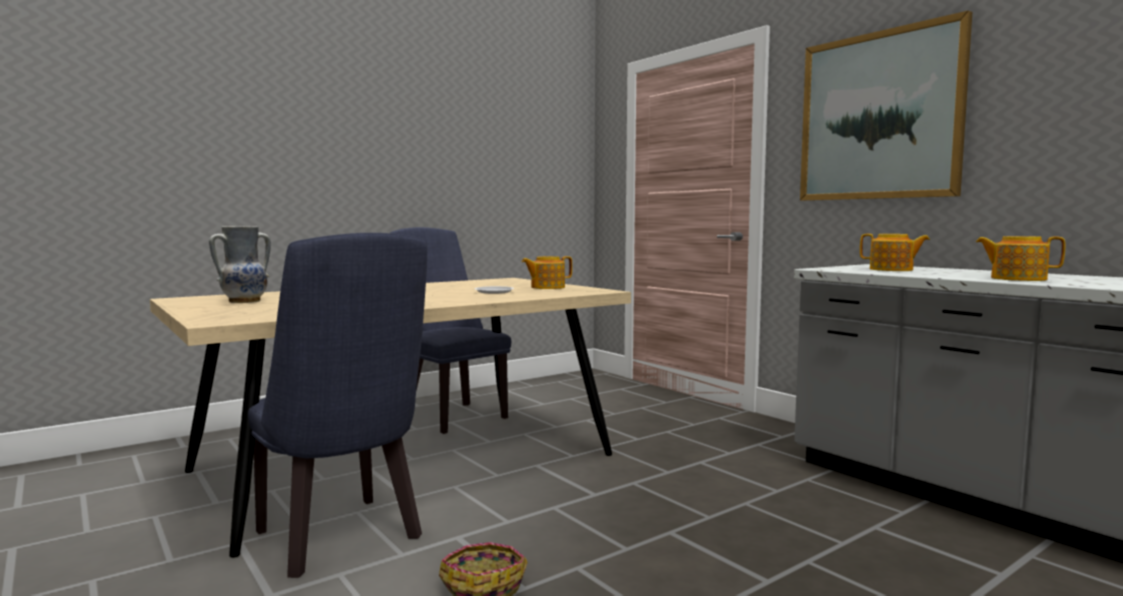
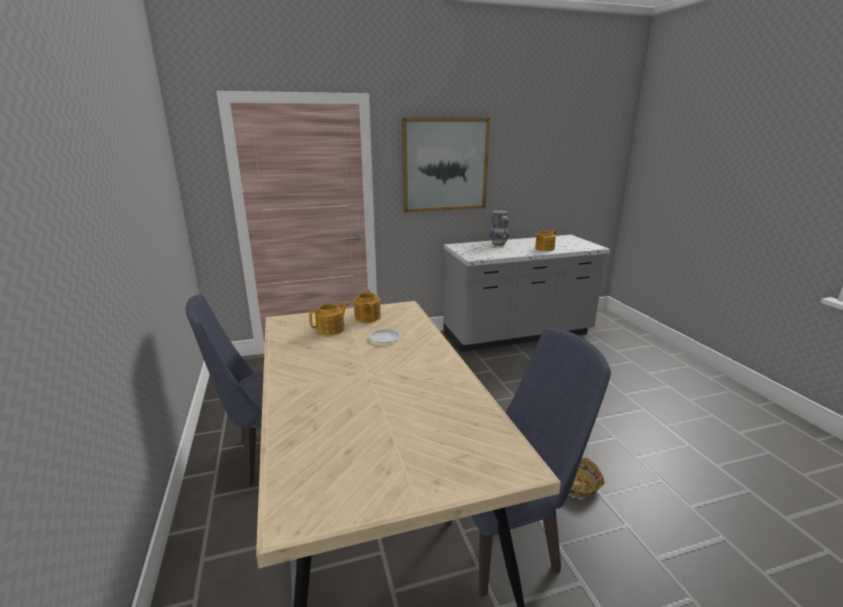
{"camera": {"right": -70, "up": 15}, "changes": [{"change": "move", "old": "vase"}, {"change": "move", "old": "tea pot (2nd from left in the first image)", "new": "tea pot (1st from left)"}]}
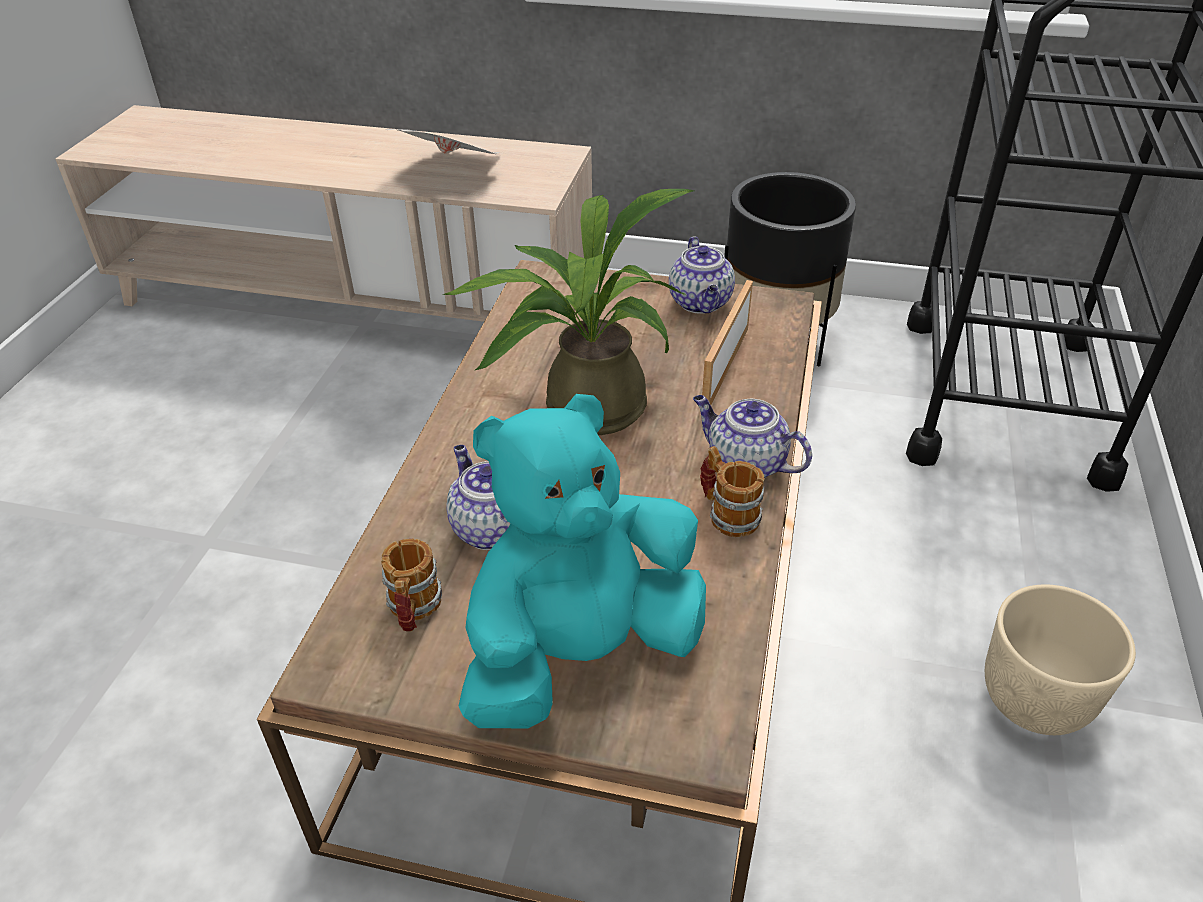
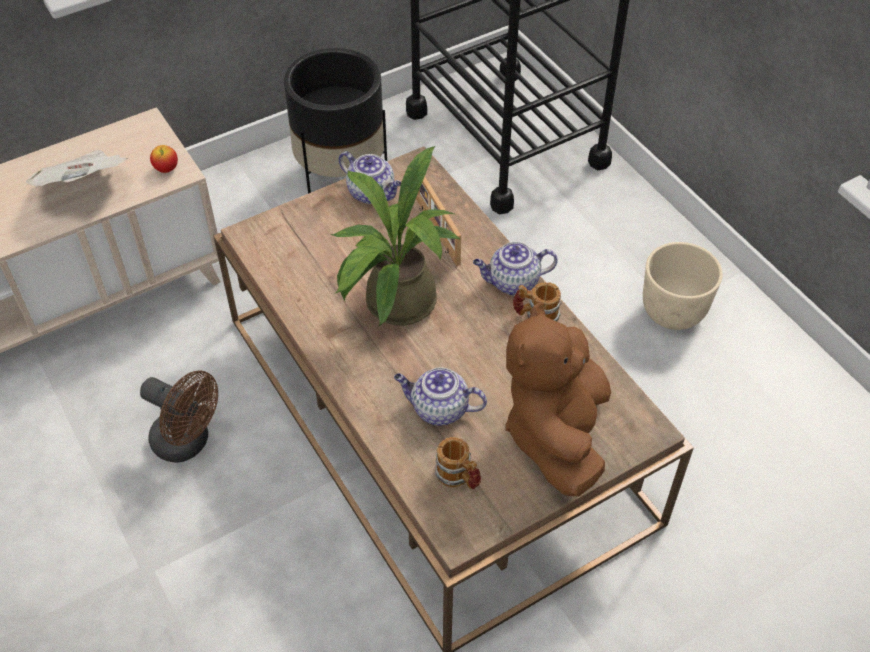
{"camera": {"right": -45, "up": 10}, "changes": [{"change": "insert", "new": "brown-coloured cooling fan"}, {"change": "insert", "new": "apple fruit"}, {"change": "recolor", "old": "turquoise cuddly toy", "new": "brown-coloured cuddly toy"}]}
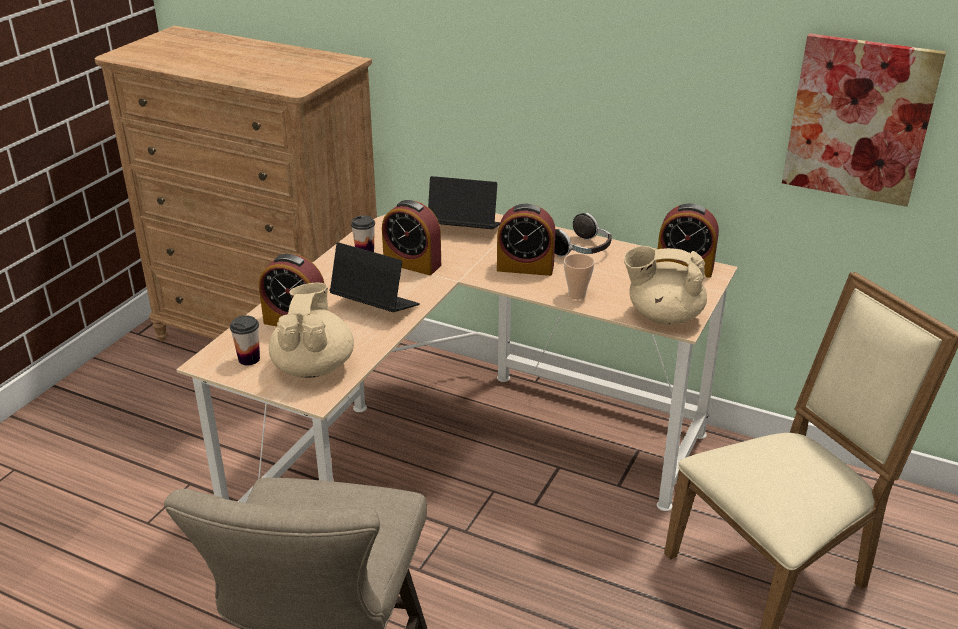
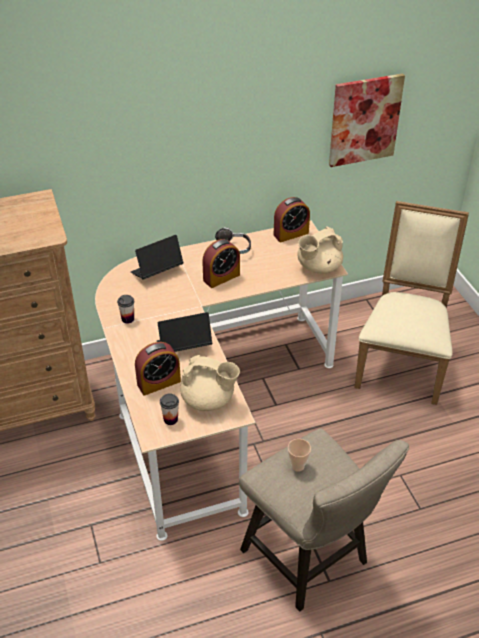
{"camera": {"right": -45, "up": 10}, "changes": [{"change": "delete", "old": "alarm clock (2nd from left)"}, {"change": "move", "old": "small cup (3rd from left)"}, {"change": "rotate", "old": "sand-coloured tea pot (1st from left)", "degrees": 150}]}
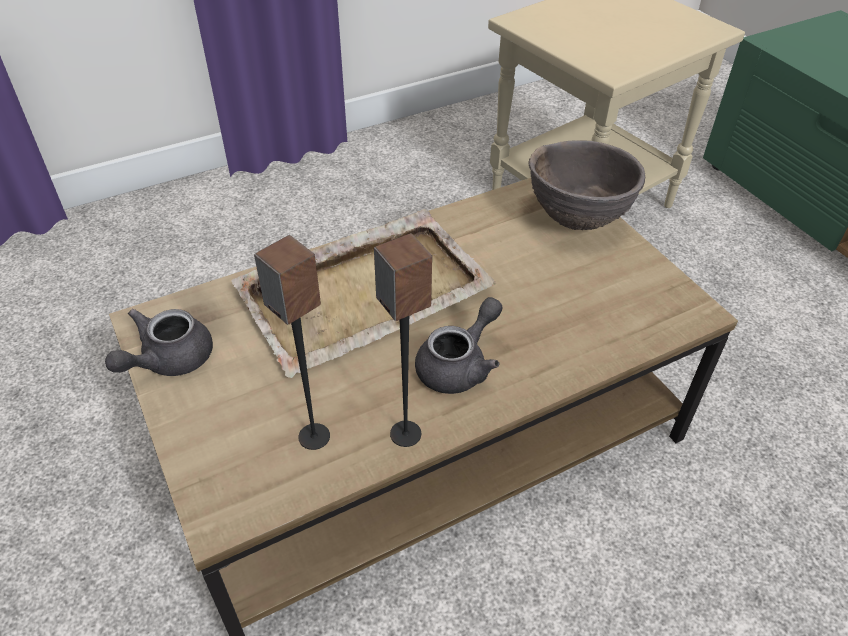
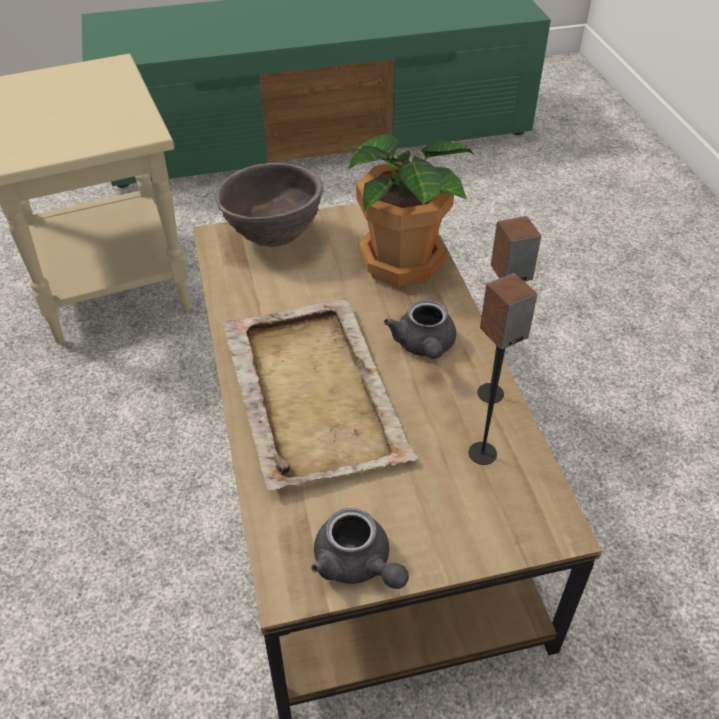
{"camera": {"right": -75, "up": 0}, "changes": [{"change": "insert", "new": "potted plant"}, {"change": "rotate", "old": "greyish tea pot (2nd from left)", "degrees": -150}]}
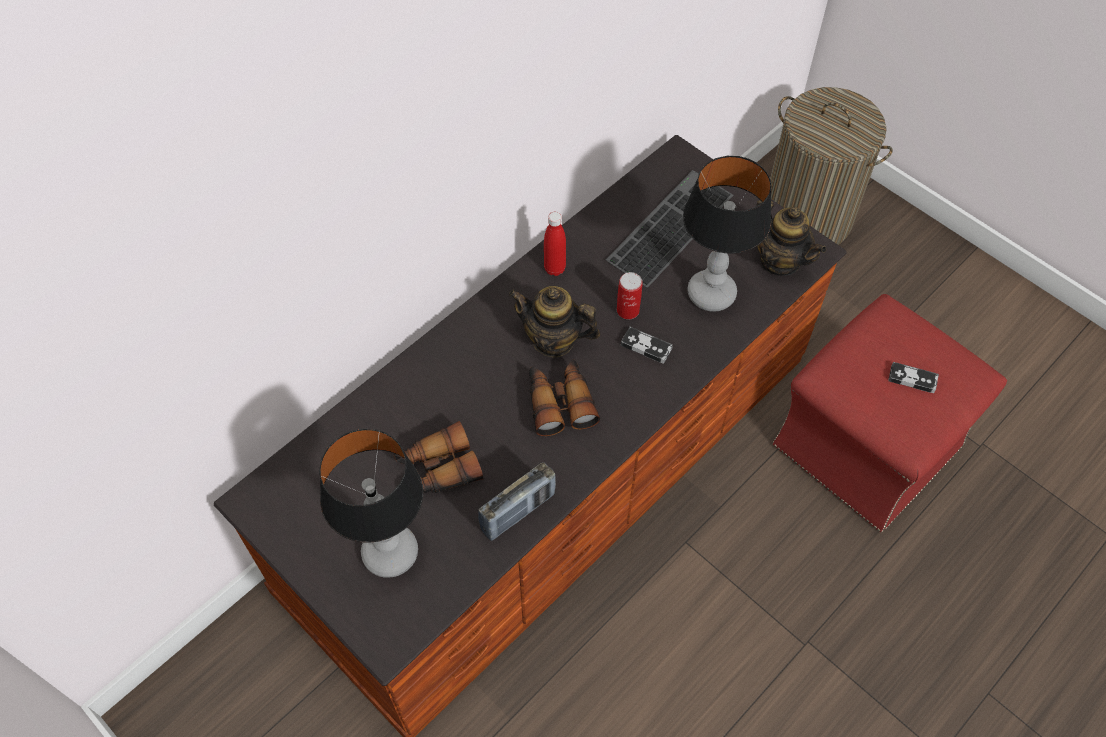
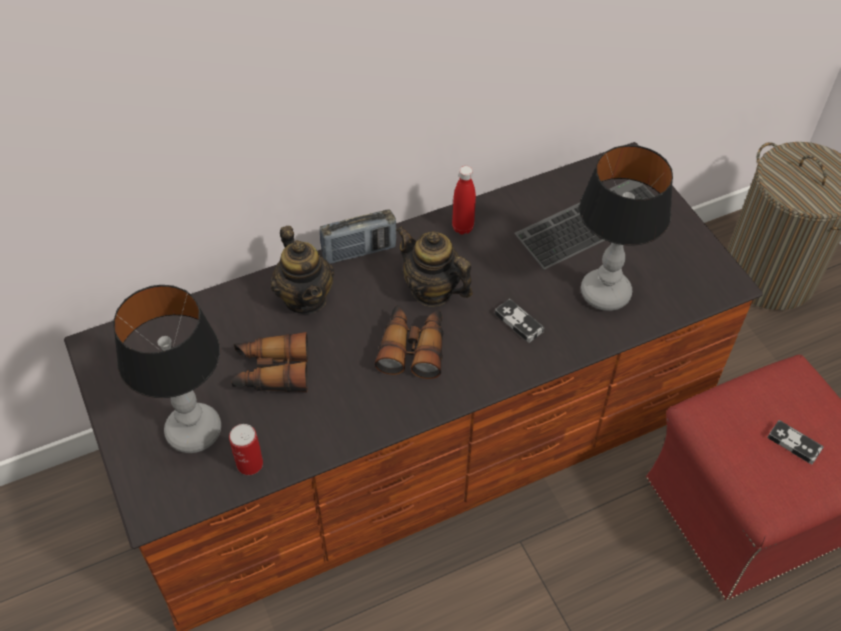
{"camera": {"right": 20, "up": -5}, "changes": [{"change": "move", "old": "radio set"}, {"change": "move", "old": "can"}, {"change": "move", "old": "tea pot (2nd from left in the first image)", "new": "tea pot (1st from left)"}]}
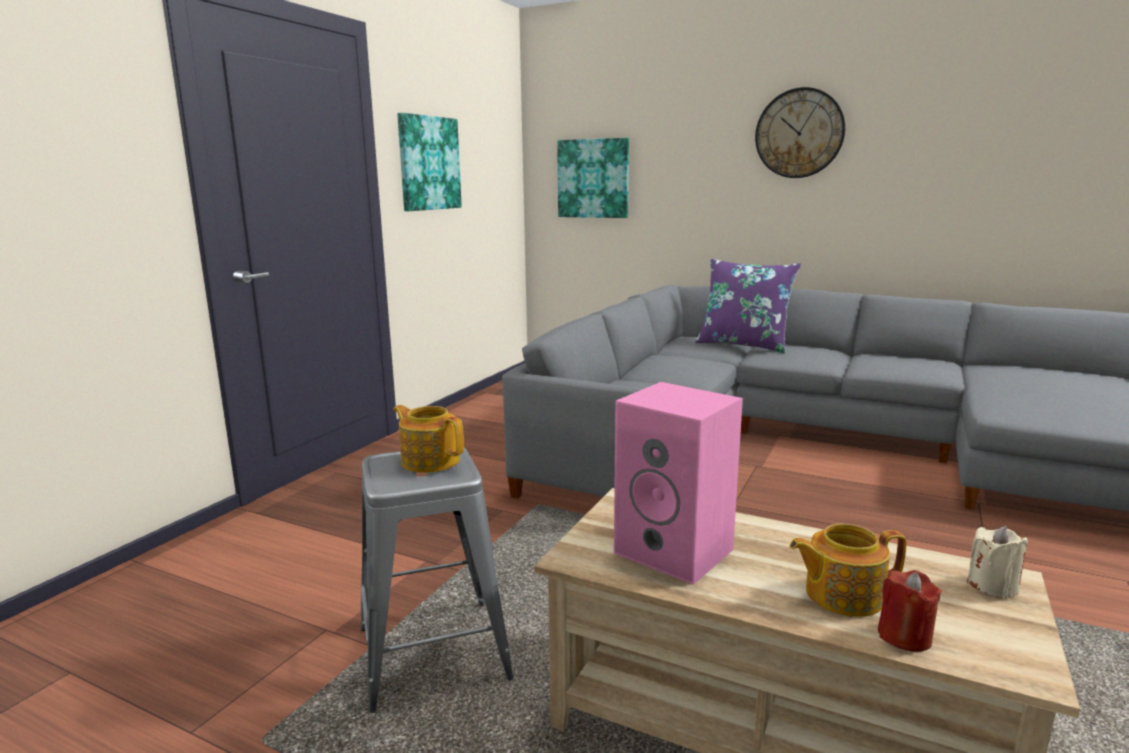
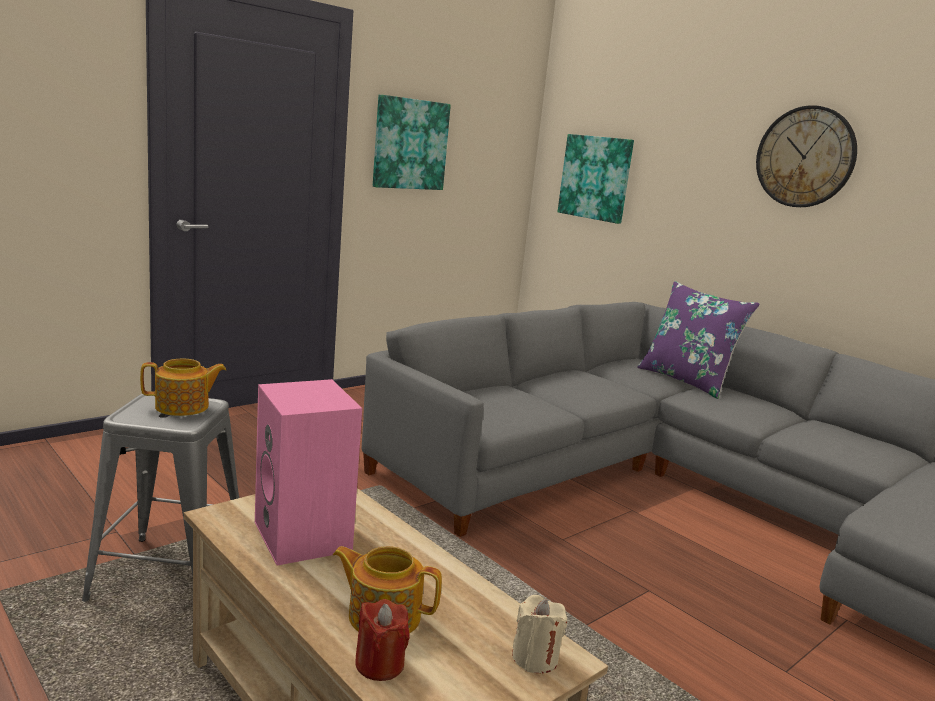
{"camera": {"right": 20, "up": 0}, "changes": [{"change": "rotate", "old": "tea pot (1st from left)", "degrees": 105}]}
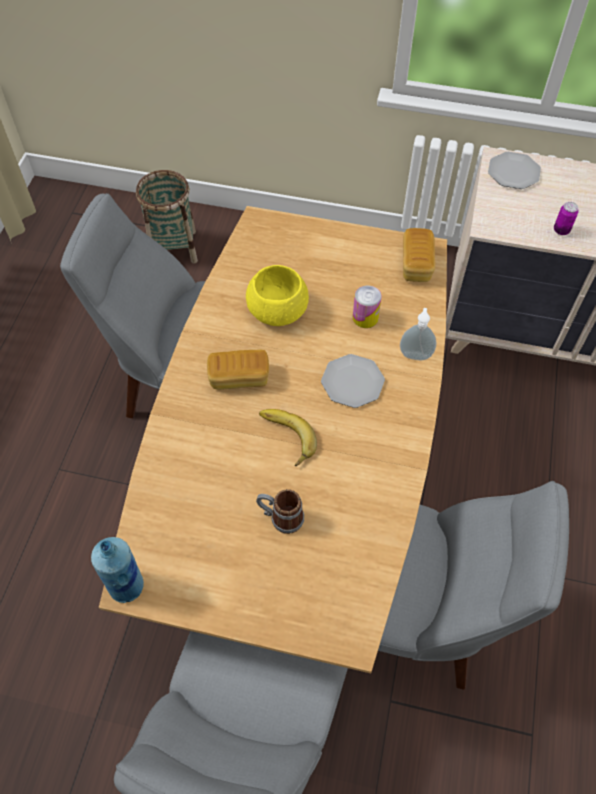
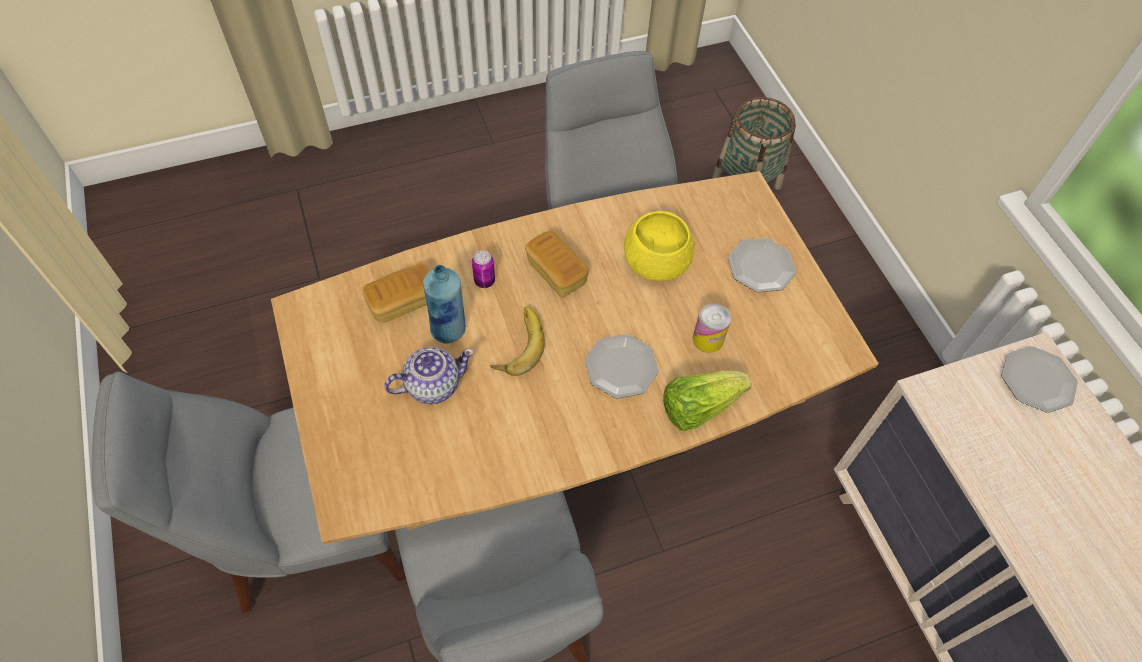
{"camera": {"right": 55, "up": 0}, "changes": [{"change": "insert", "new": "dinner plate (2nd from left)"}, {"change": "move", "old": "blue bottle"}, {"change": "move", "old": "baked bread (2nd from left in the first image)", "new": "baked bread (1st from left)"}, {"change": "move", "old": "can (2nd from left in the first image)", "new": "can (1st from left)"}, {"change": "replace", "old": "tea mug", "new": "tea pot"}, {"change": "replace", "old": "soap bottle", "new": "lettuce head"}]}
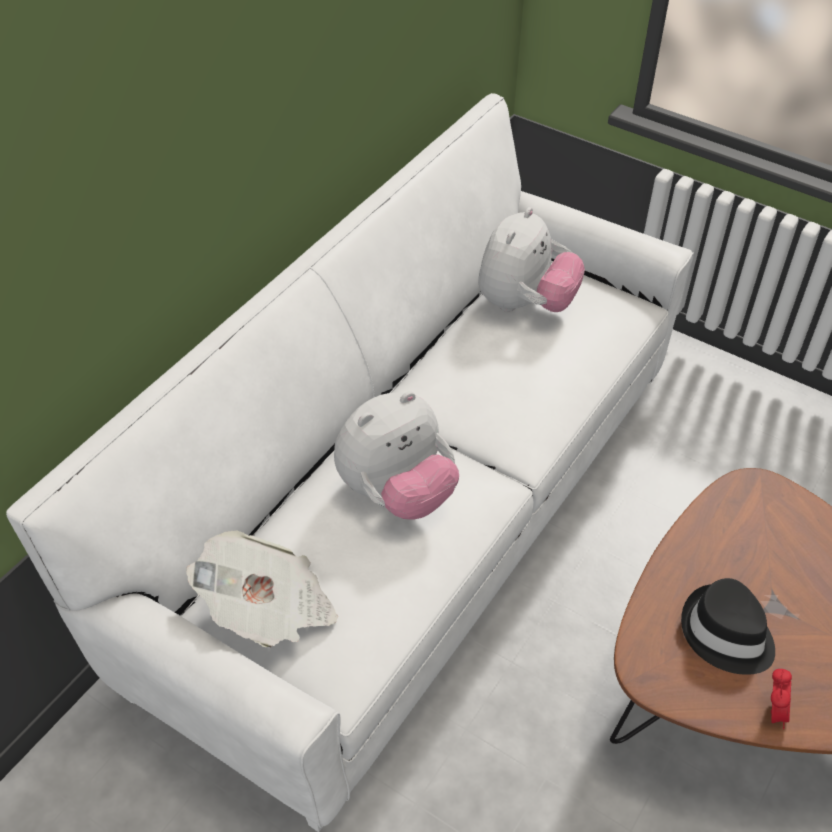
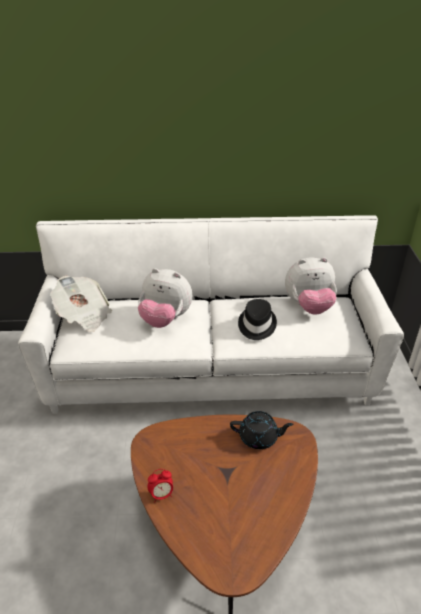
{"camera": {"right": 55, "up": -10}, "changes": [{"change": "insert", "new": "black-coloured tea pot"}, {"change": "move", "old": "black-coloured clothing hat"}]}
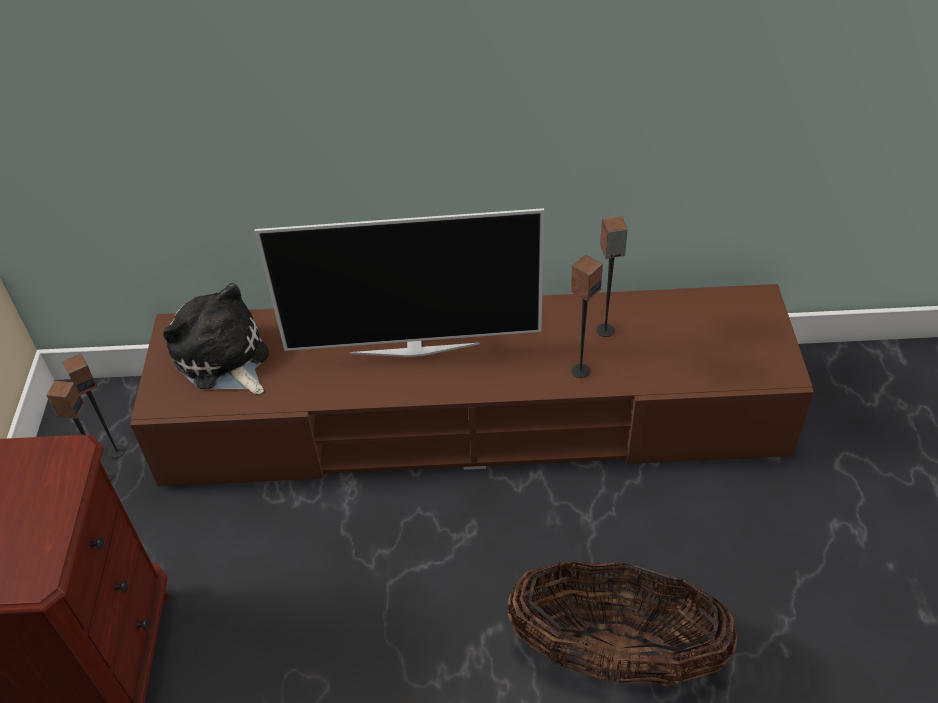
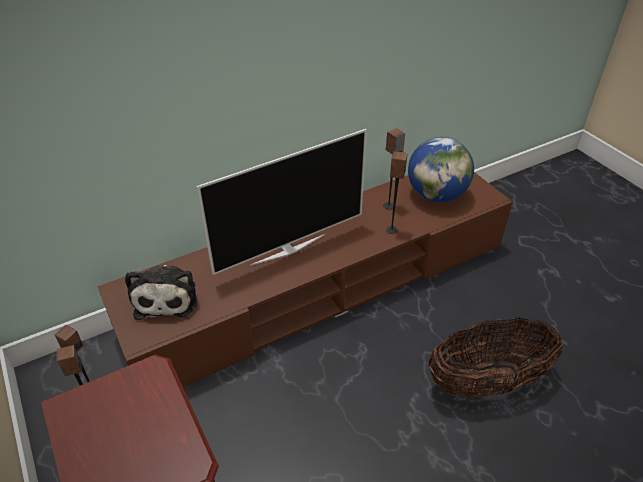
{"camera": {"right": -30, "up": -5}, "changes": [{"change": "insert", "new": "globe"}, {"change": "rotate", "old": "cuddly toy", "degrees": -120}]}
